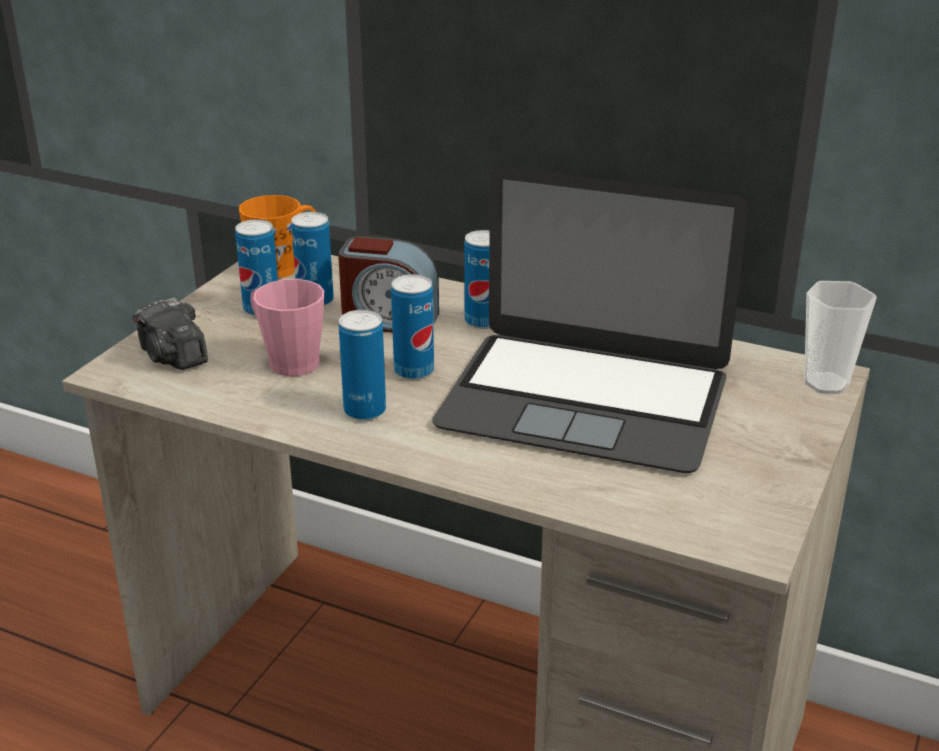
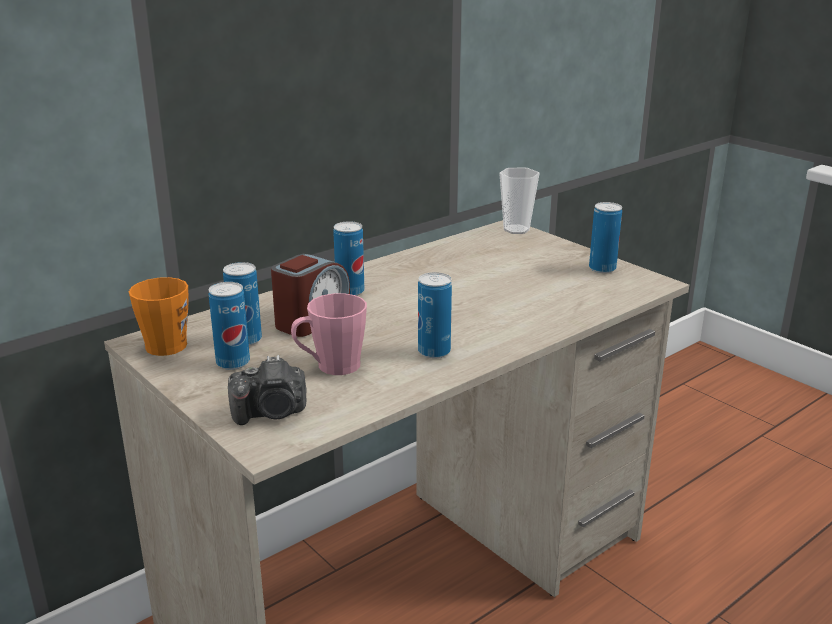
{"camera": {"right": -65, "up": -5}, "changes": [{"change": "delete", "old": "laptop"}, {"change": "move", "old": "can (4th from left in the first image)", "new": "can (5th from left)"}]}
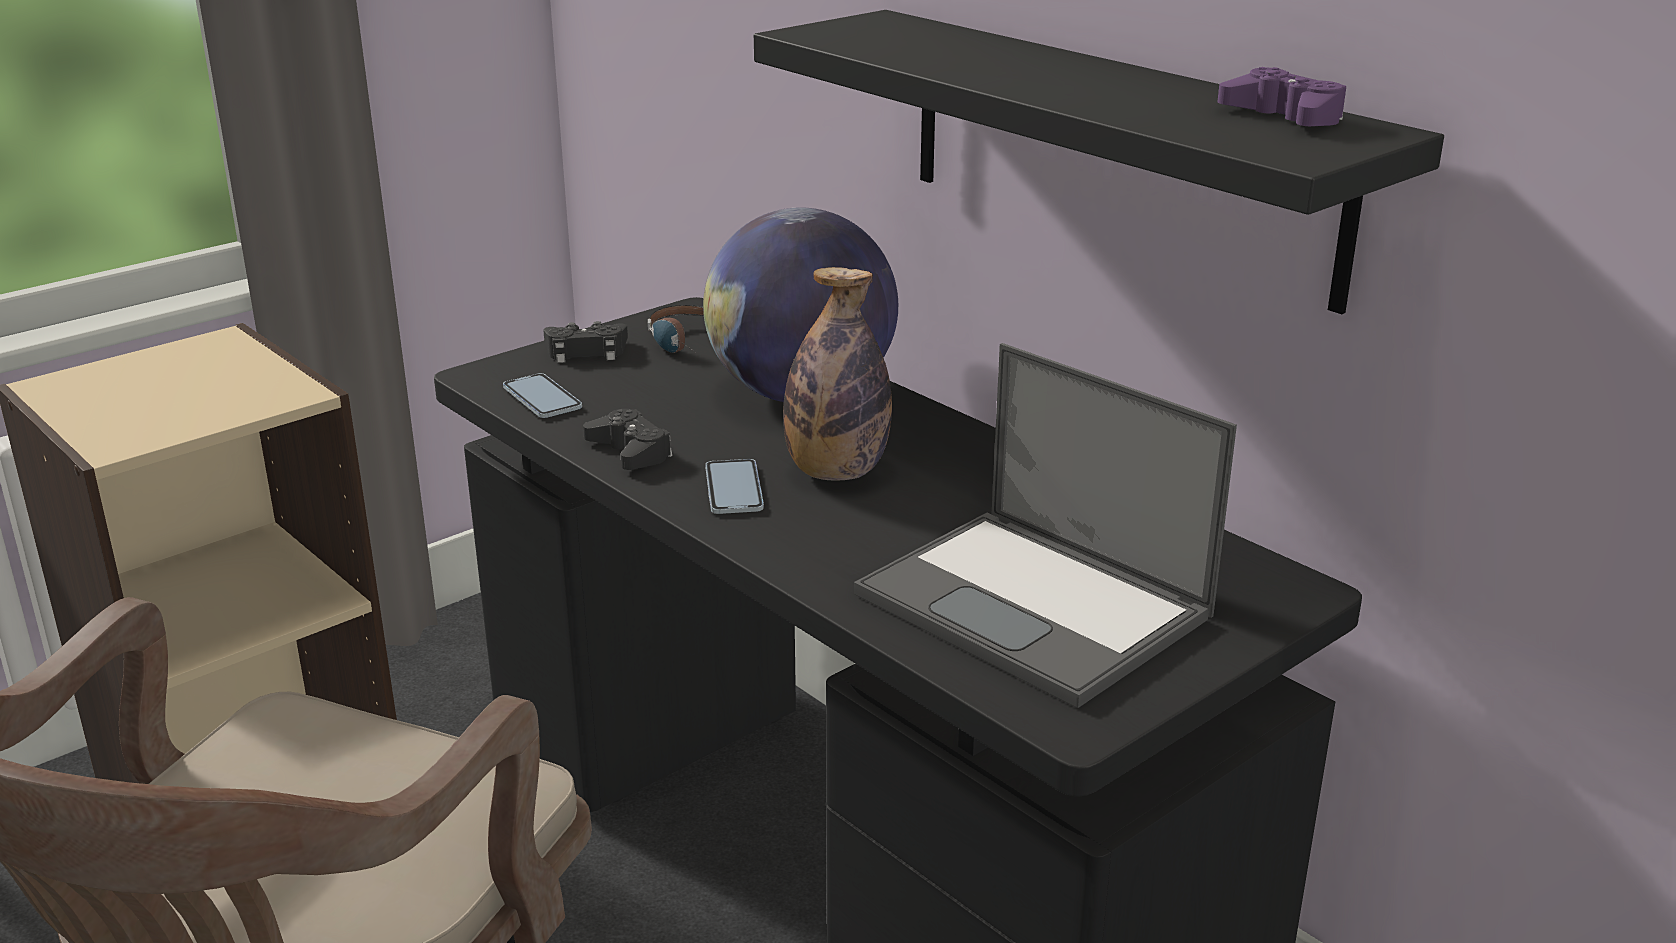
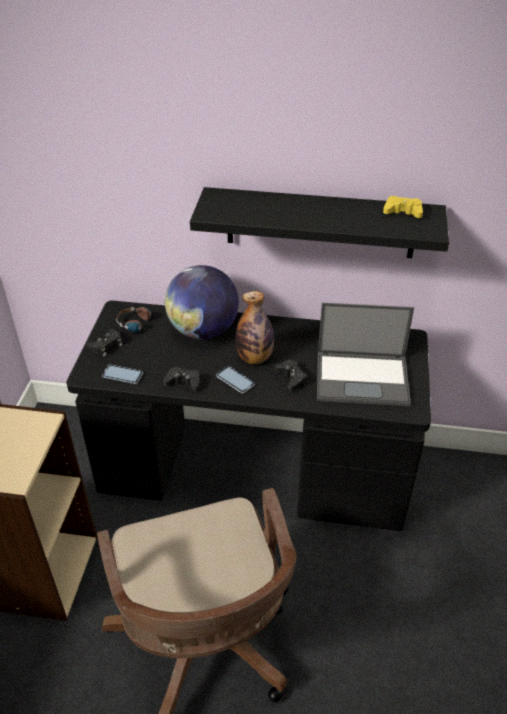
{"camera": {"right": -40, "up": 15}, "changes": [{"change": "insert", "new": "black-coloured game controller (3rd from left)"}, {"change": "recolor", "old": "purple game controller", "new": "yellowish game controller"}]}
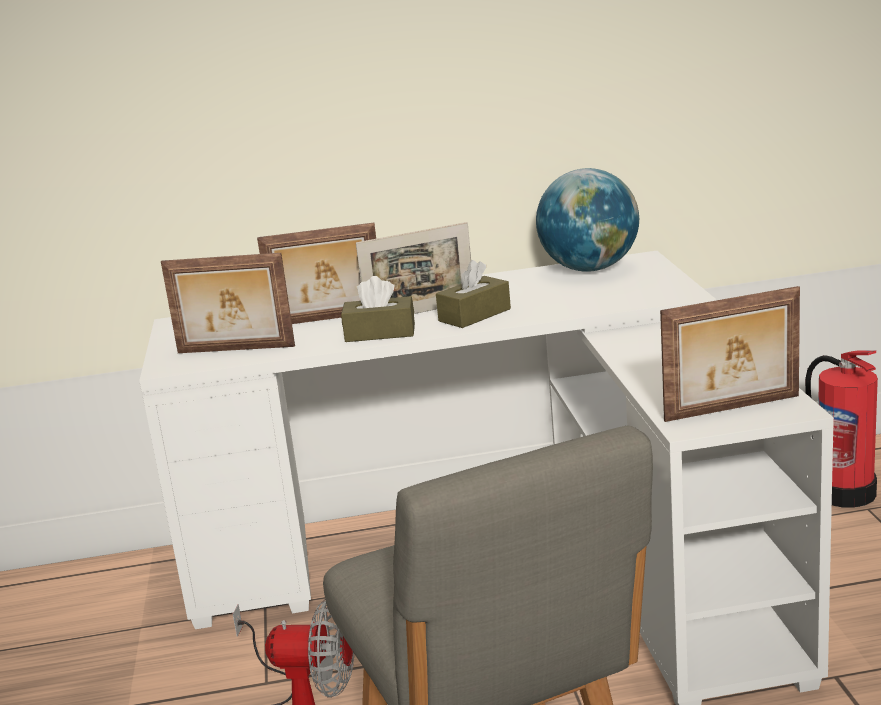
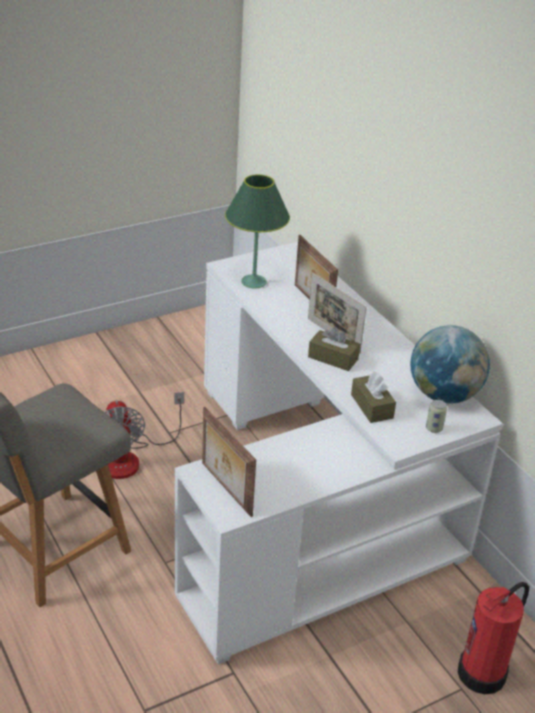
{"camera": {"right": 65, "up": 15}, "changes": [{"change": "insert", "new": "can"}, {"change": "move", "old": "brown-coloured box of tissues (1st from left in the first image)", "new": "brown-coloured box of tissues (2nd from left)"}, {"change": "replace", "old": "photo frame (1st from left)", "new": "green lamp for a table"}]}
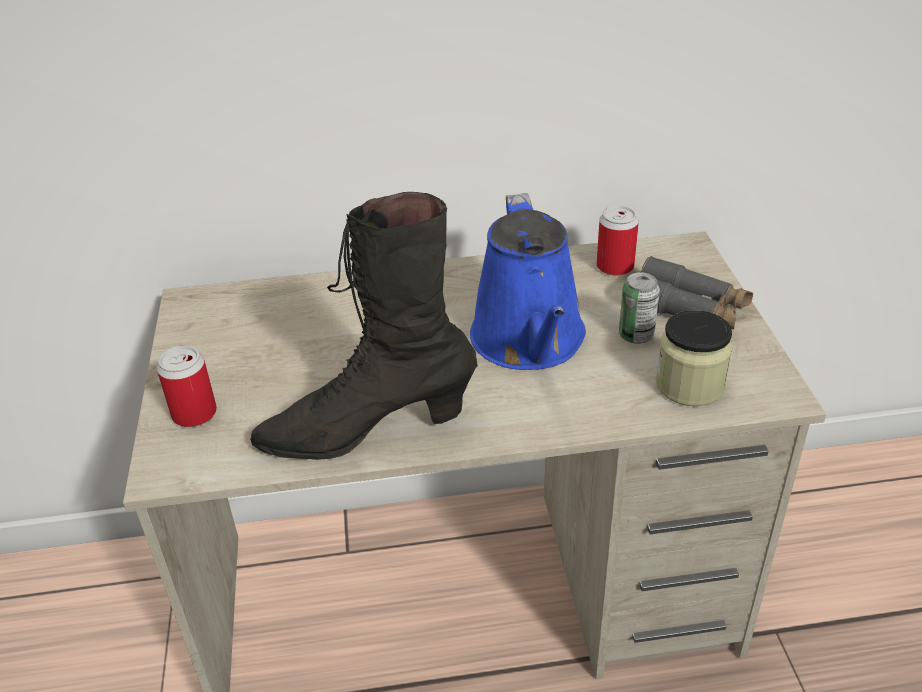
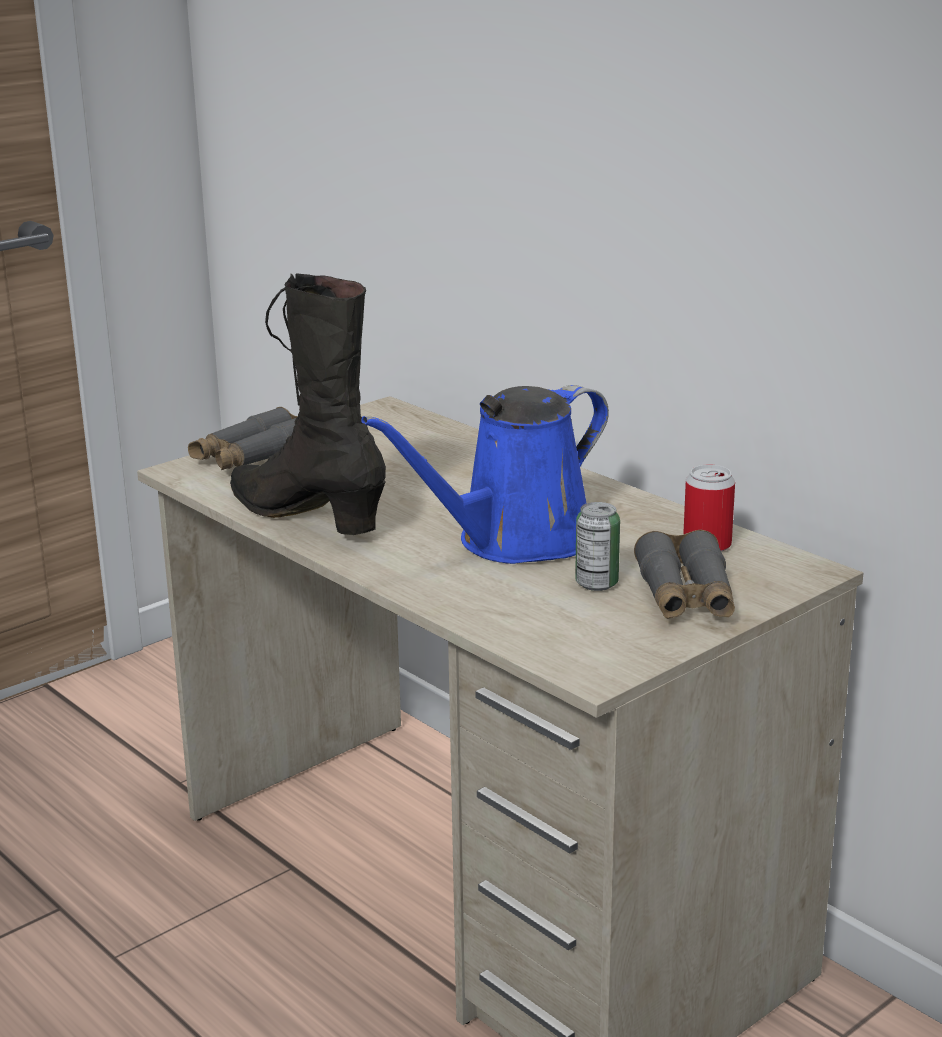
{"camera": {"right": 55, "up": -15}, "changes": [{"change": "delete", "old": "preserve jar"}, {"change": "replace", "old": "can (1st from left)", "new": "greyish binoculars (1st from left)"}]}
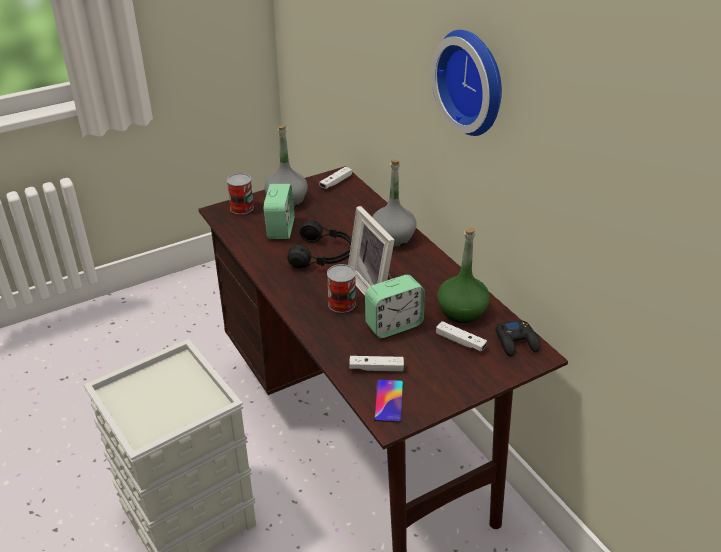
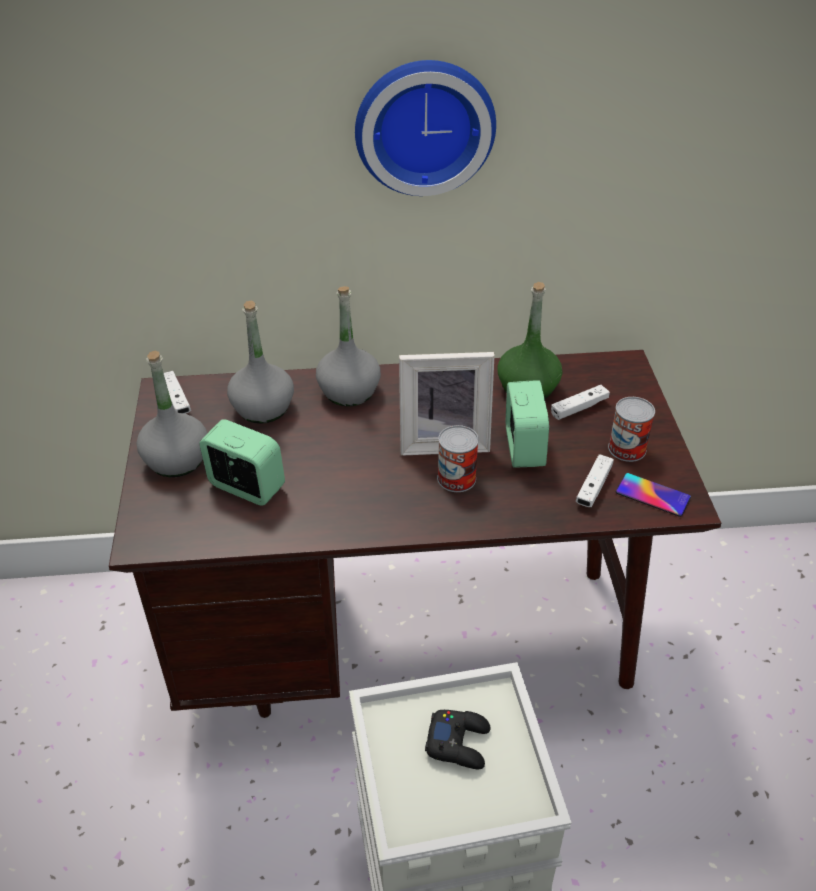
{"camera": {"right": -65, "up": 5}, "changes": [{"change": "delete", "old": "black-coloured headset"}, {"change": "insert", "new": "greyish bottle (2nd from left)"}, {"change": "move", "old": "can (1st from left in the first image)", "new": "can (2nd from left)"}, {"change": "move", "old": "black-coloured game controller"}]}
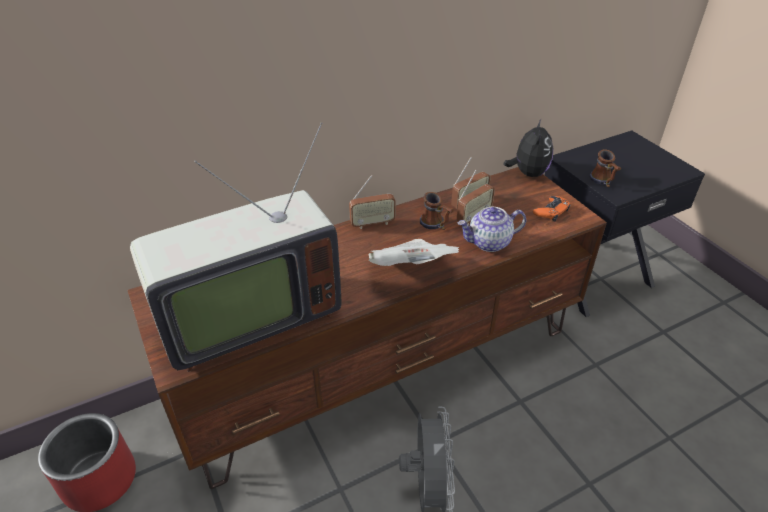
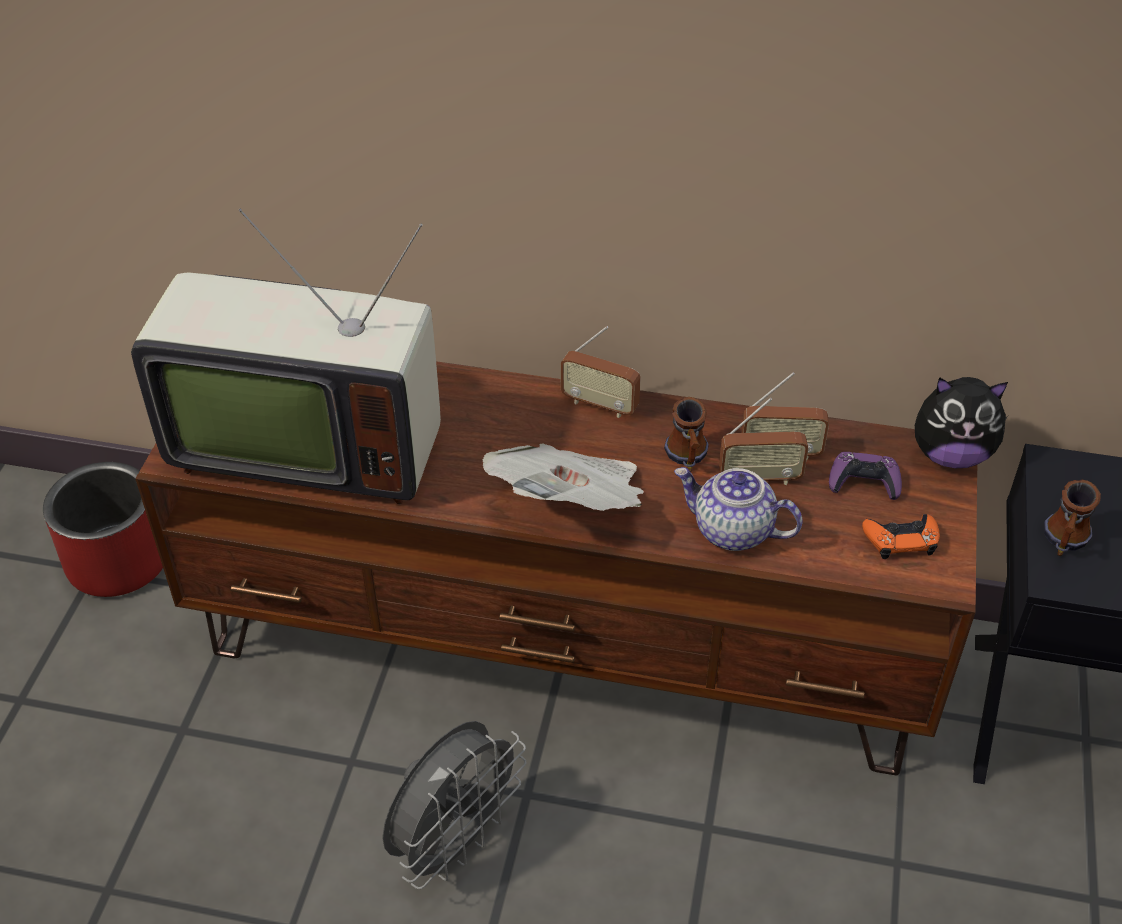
{"camera": {"right": 40, "up": 5}, "changes": [{"change": "insert", "new": "purple game controller"}, {"change": "rotate", "old": "cuddly toy", "degrees": 45}]}
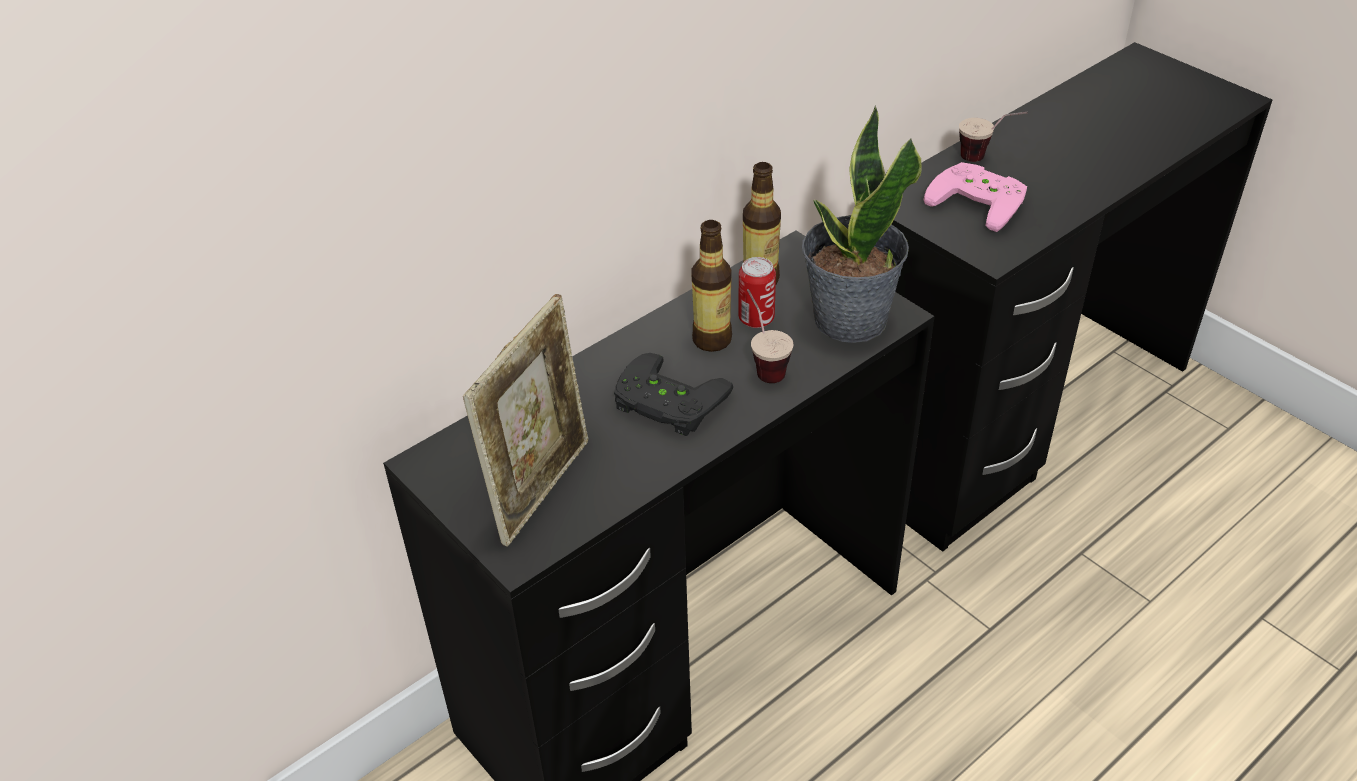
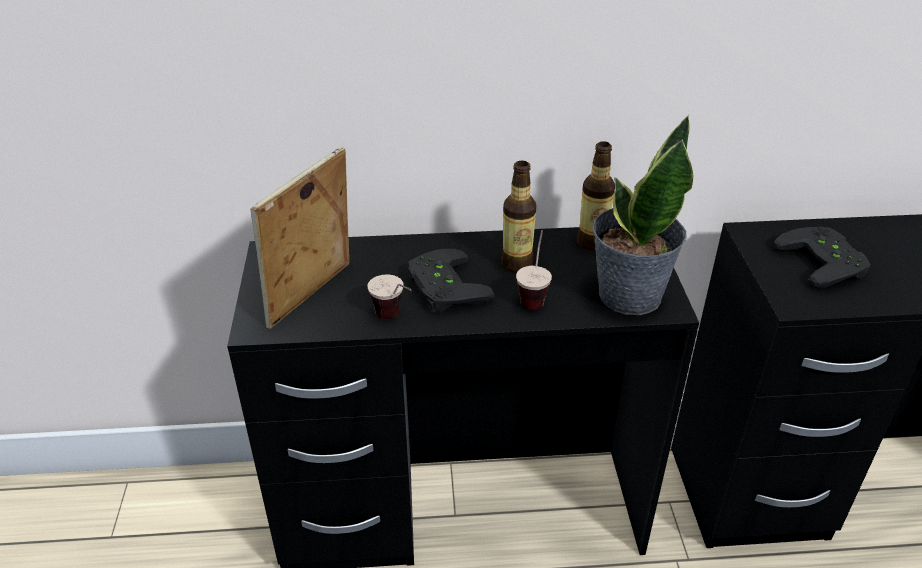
{"camera": {"right": 35, "up": -5}, "changes": [{"change": "delete", "old": "can"}, {"change": "move", "old": "small cup (2nd from left in the first image)", "new": "small cup (1st from left)"}, {"change": "recolor", "old": "pink game controller", "new": "black-coloured game controller (2nd from left)"}, {"change": "rotate", "old": "photo frame", "degrees": 150}]}
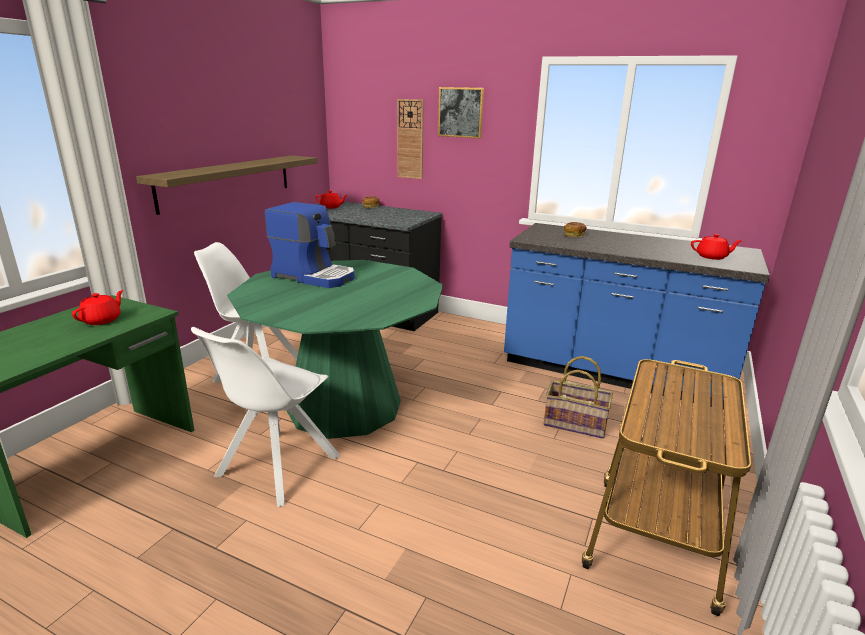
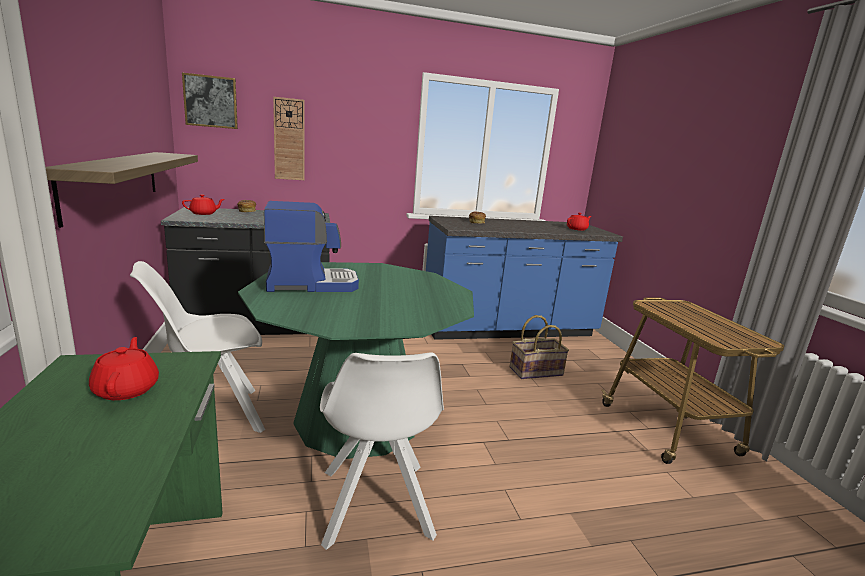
{"camera": {"right": -40, "up": -5}, "changes": [{"change": "move", "old": "wall picture"}]}
